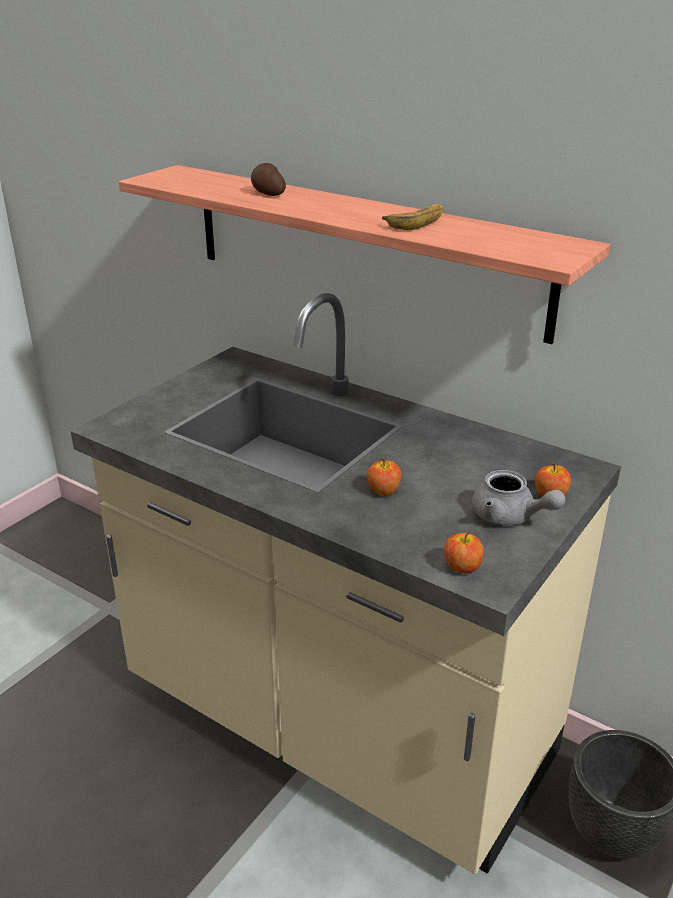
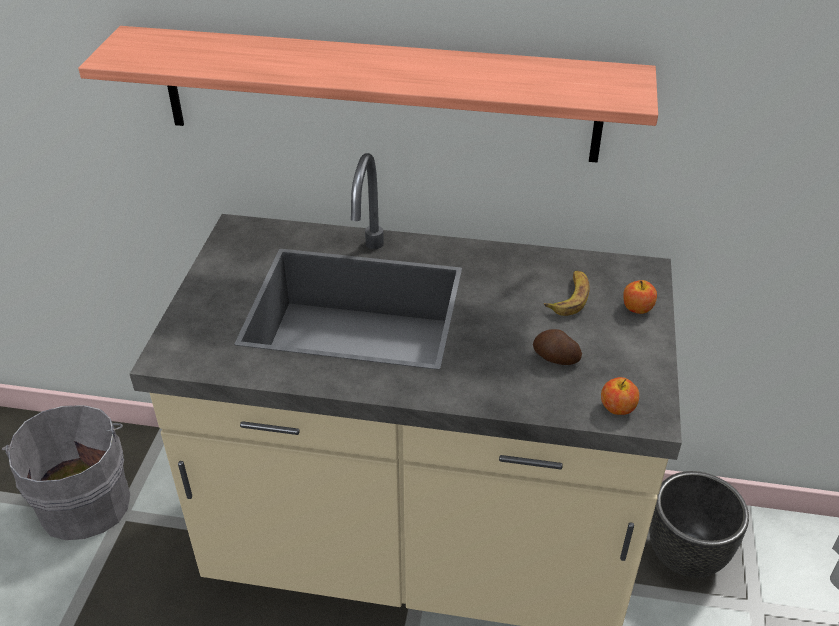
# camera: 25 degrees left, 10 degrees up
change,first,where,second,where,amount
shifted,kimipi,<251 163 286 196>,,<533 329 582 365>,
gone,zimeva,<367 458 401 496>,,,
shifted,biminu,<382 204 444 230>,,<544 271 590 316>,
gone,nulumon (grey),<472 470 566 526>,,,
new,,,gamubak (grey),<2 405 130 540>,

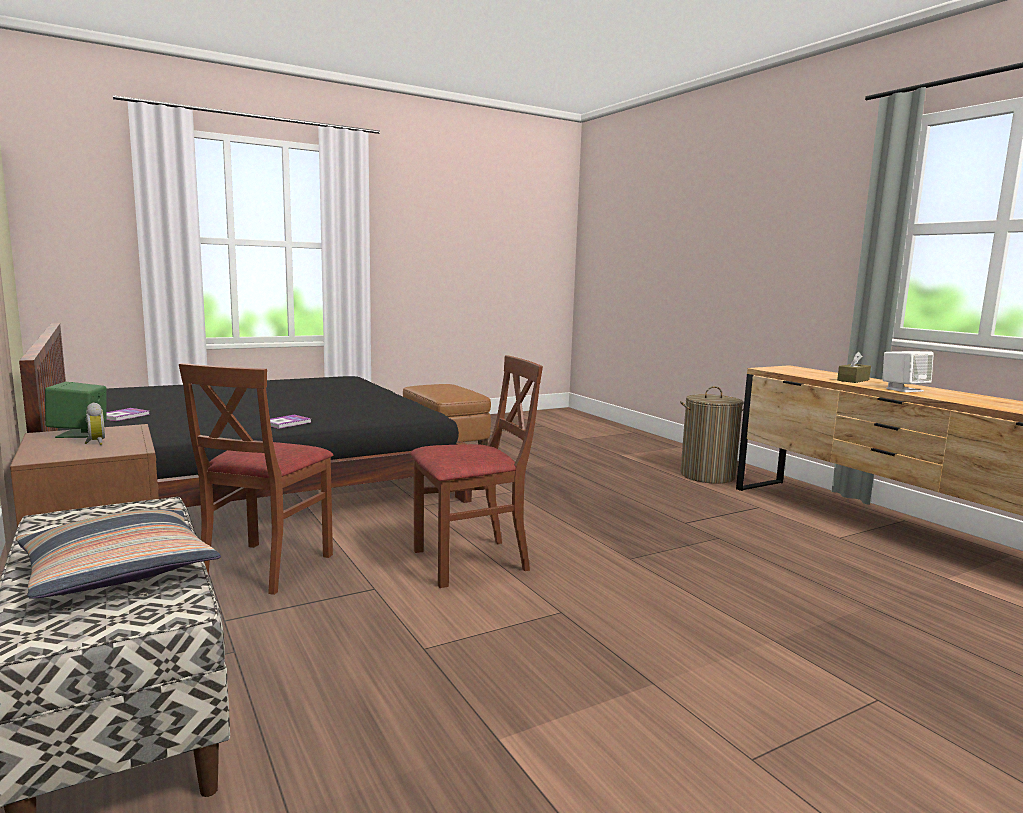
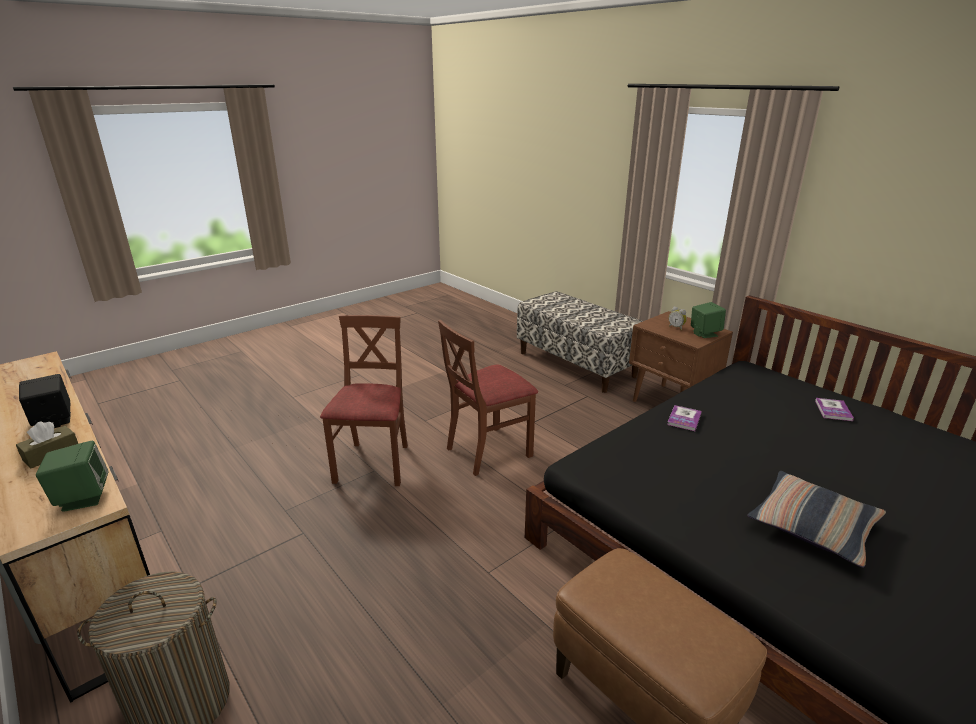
# camera: 170 degrees right, 15 degrees up
change,first,where,second,where,amount
shifted,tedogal,<16 508 221 599>,,<747 471 886 568>,
shifted,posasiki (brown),<179 363 333 595>,,<320 315 408 486>,
repainted,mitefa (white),<882 351 934 392>,mitefa (black),<19 374 71 428>,
new,,,mitefa (green),<36 441 108 512>,

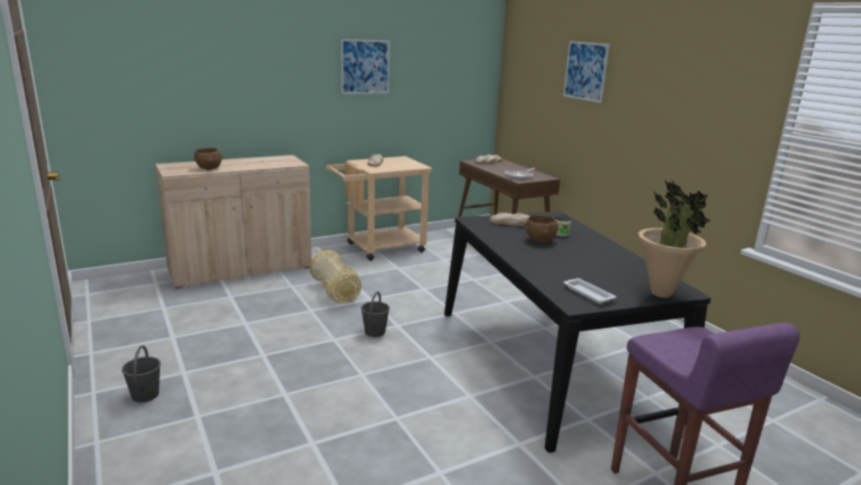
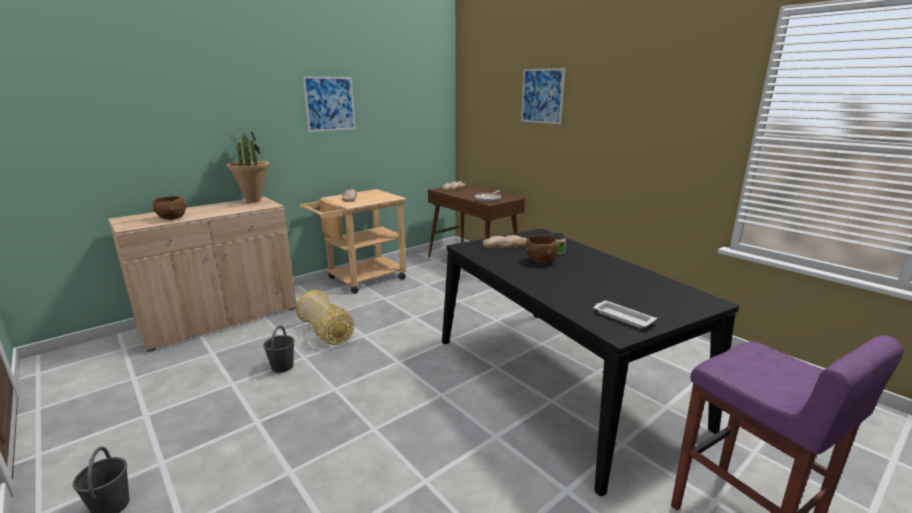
# camera: 10 degrees left, 0 degrees up
change,first,where,second,where,amount
shifted,gamubak (grey),<361 291 390 337>,,<263 325 294 373>,
shifted,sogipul,<638 180 711 298>,,<226 128 270 203>,

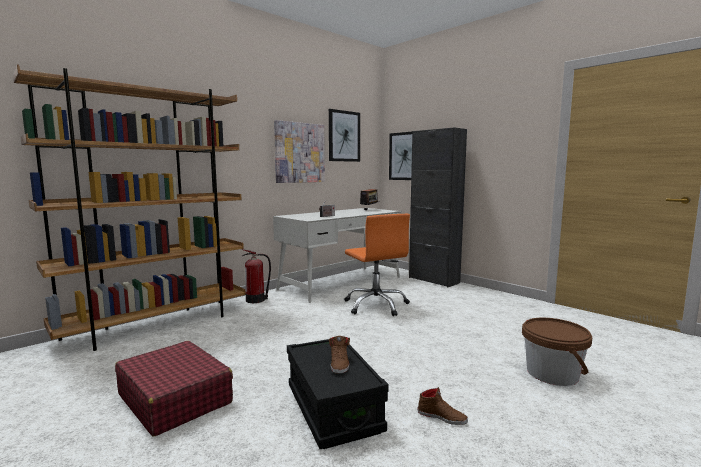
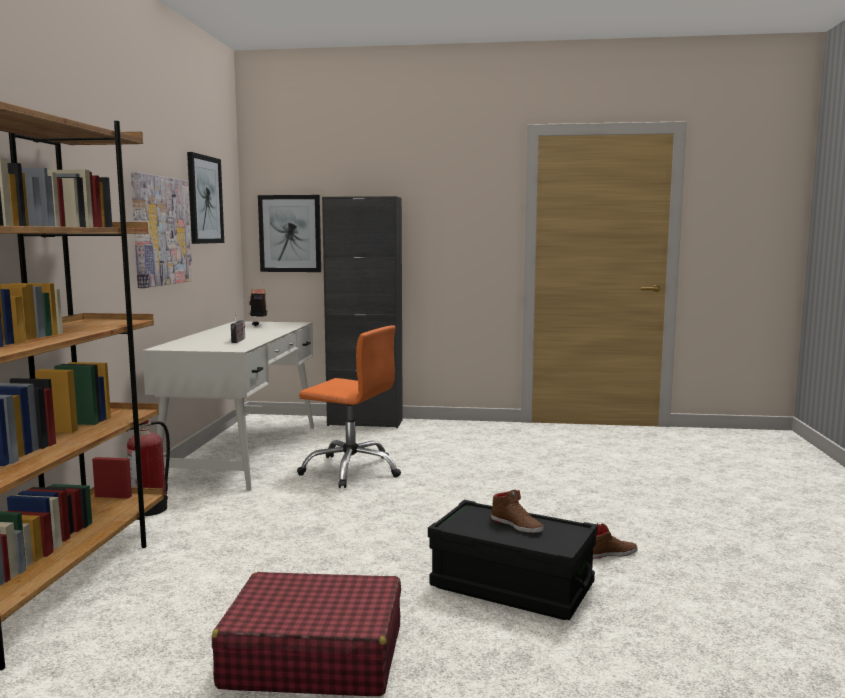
# camera: 40 degrees left, 0 degrees up
change,first,where,second,where,amount
gone,gamubak (brown),<522 318 592 386>,,,

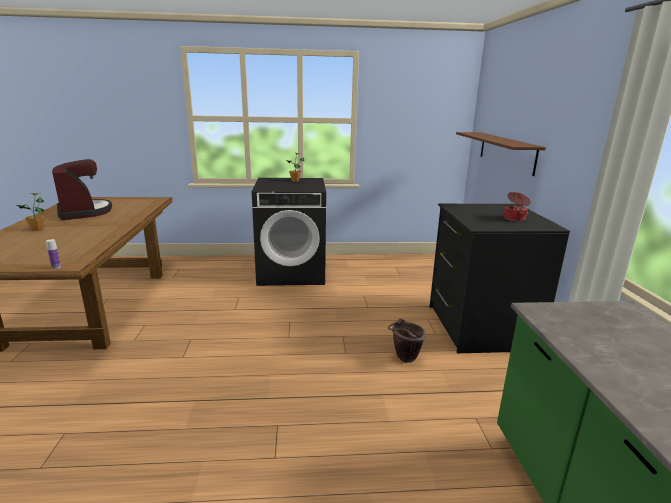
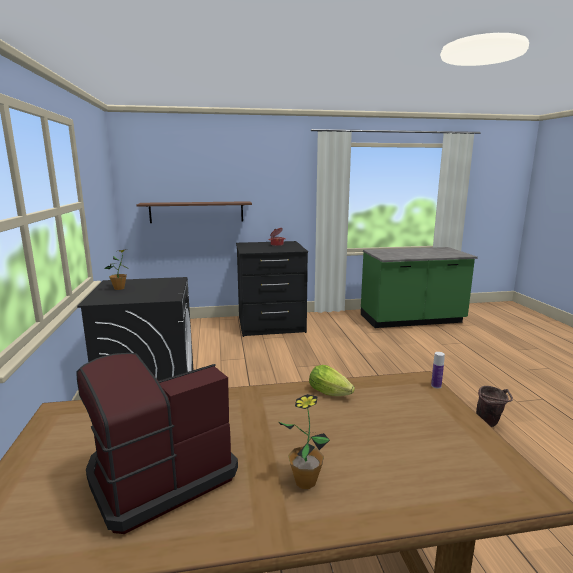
# camera: 95 degrees left, 5 degrees down
change,first,where,second,where,amount
shifted,gamubak (brown),<388 319 425 363>,,<476 386 513 427>,
new,,,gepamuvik,<309 365 355 396>,

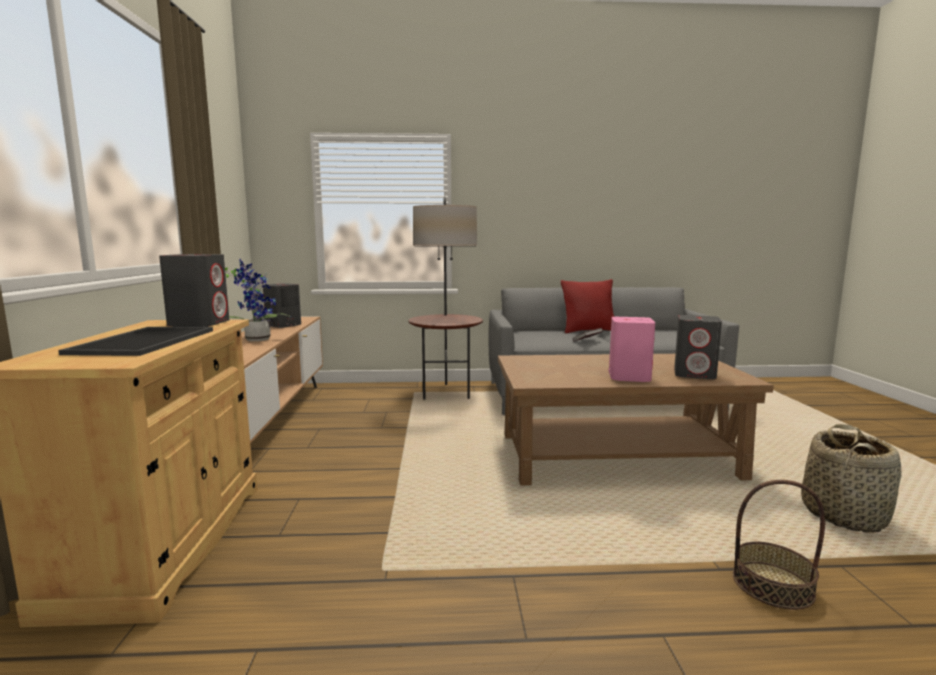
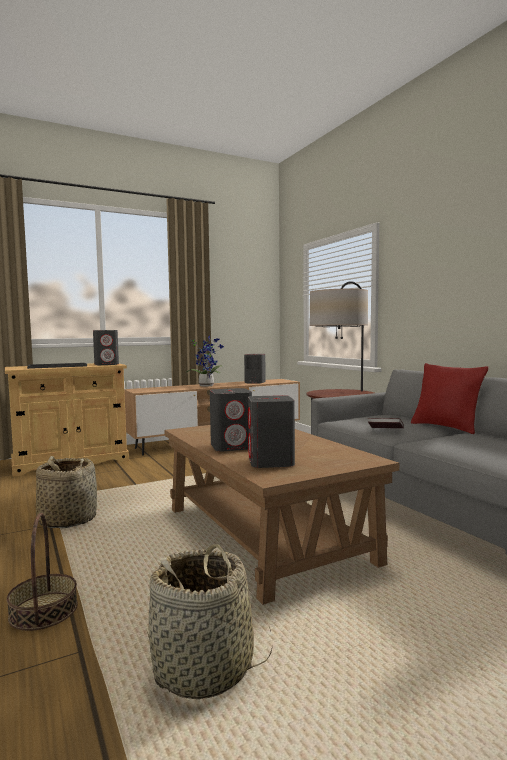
# camera: 65 degrees right, 5 degrees down
change,first,where,second,where,amount
repainted,mitefa (pink),<608 317 655 382>,mitefa (grey),<210 388 252 452>,
new,,,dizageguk,<36 456 97 528>,

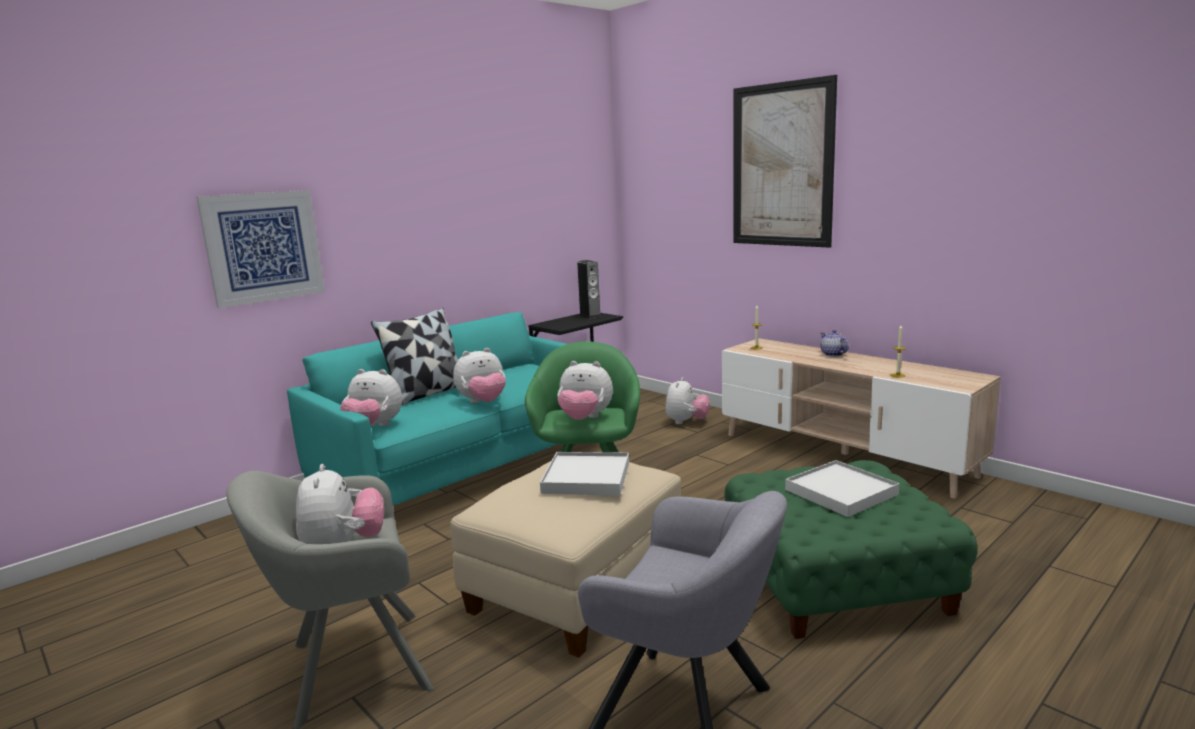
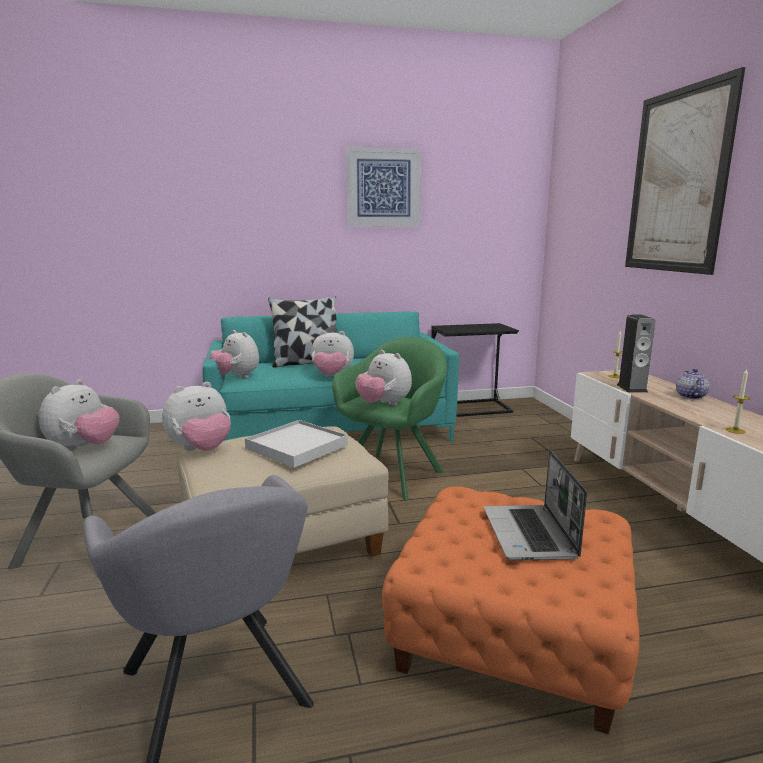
# camera: 30 degrees right, 0 degrees up
change,first,where,second,where,amount
shifted,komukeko,<196 190 325 308>,,<346 146 421 227>,
shifted,mitefa,<577 260 601 318>,,<617 315 655 393>,
shifted,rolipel,<665 377 710 424>,,<162 382 231 451>,
repainted,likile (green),<724 460 978 639>,likile (orange),<382 486 639 734>,
swapped,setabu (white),<785 460 900 517>,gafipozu,<484 450 587 560>,

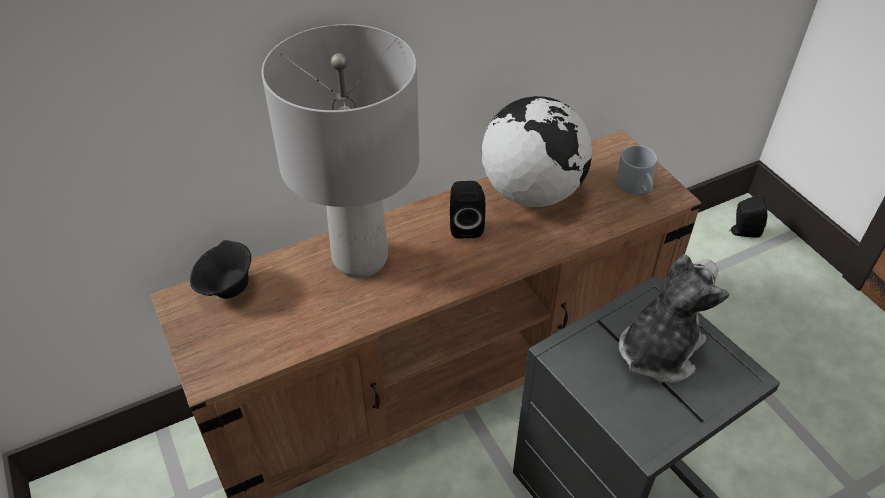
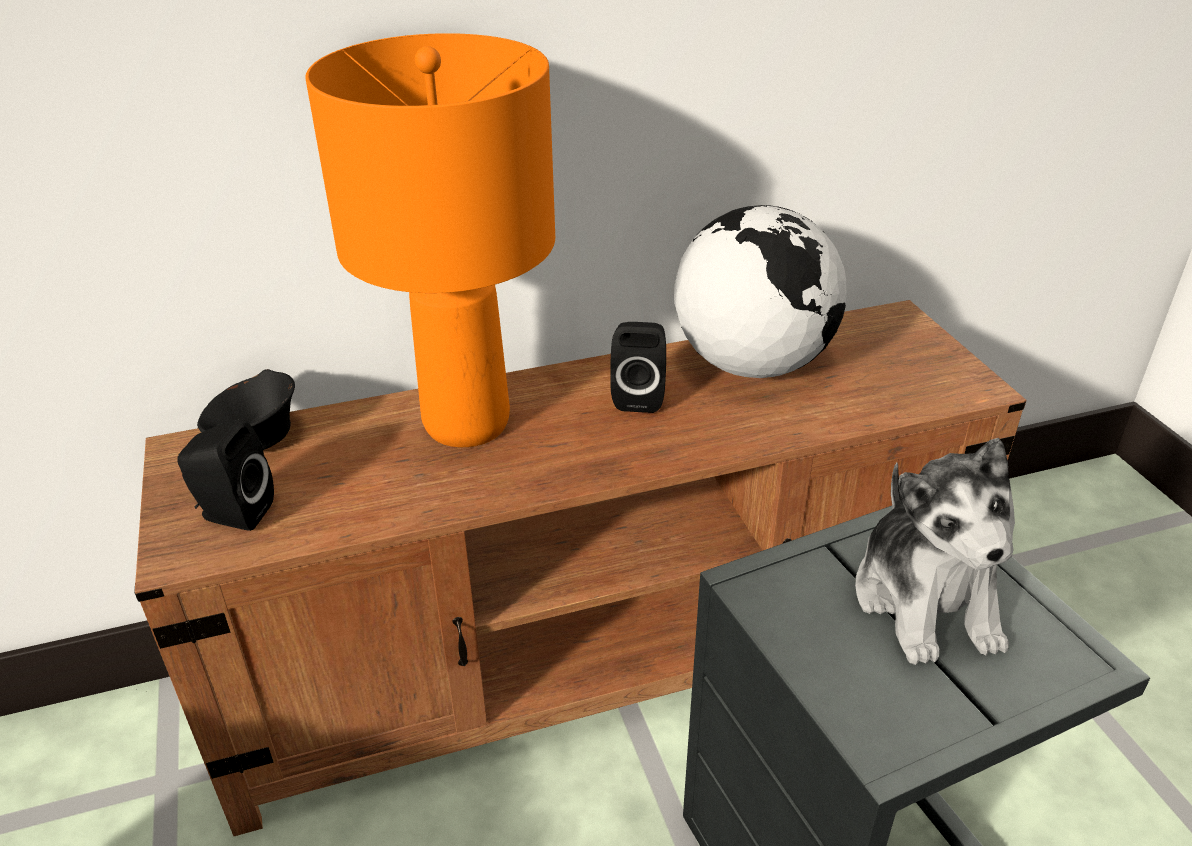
# camera: 10 degrees right, 10 degrees down
change,first,where,second,where,amount
repainted,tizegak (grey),<262 24 419 278>,tizegak (orange),<305 33 555 447>,
gone,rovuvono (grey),<616 145 658 194>,,,
rotated,rolipel,<619 254 729 383>,,<855 438 1015 665>,120 degrees clockwise
shifted,mitefa (black),<730 195 767 238>,,<177 420 274 531>,

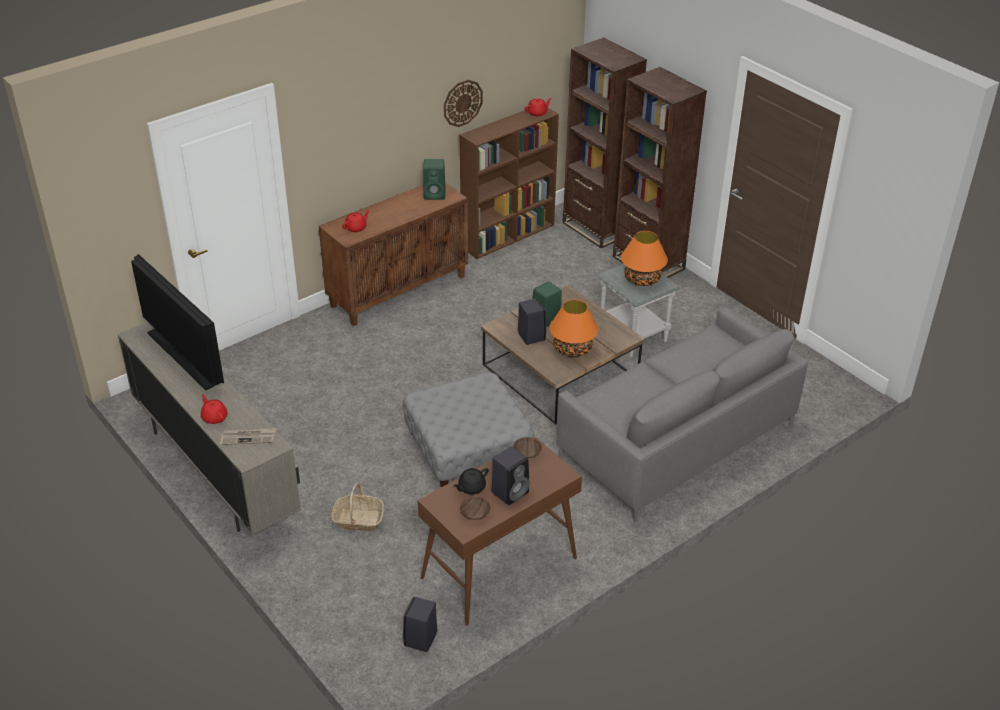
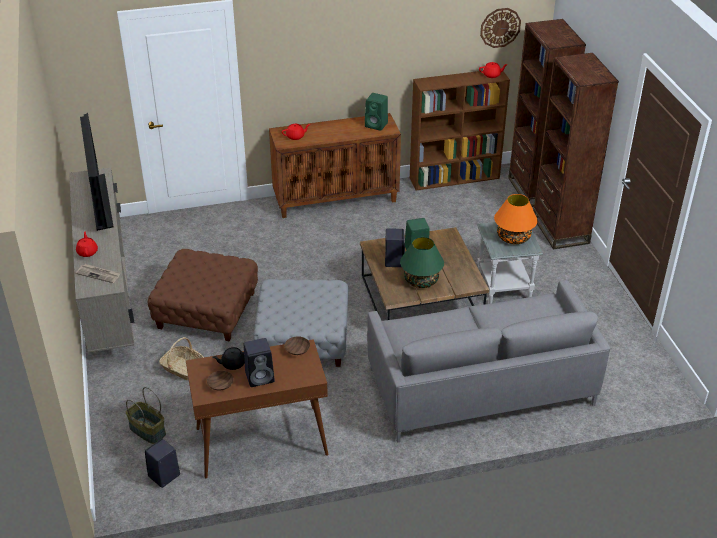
# camera: 25 degrees right, 0 degrees up
change,first,where,second,where,amount
shifted,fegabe,<444 80 483 127>,,<480 8 521 48>,
repainted,tizegak (orange),<549 300 598 357>,tizegak (green),<400 237 444 288>,
new,,,dizageguk,<126 387 166 444>,
new,,,likile (brown),<148 249 258 342>,

